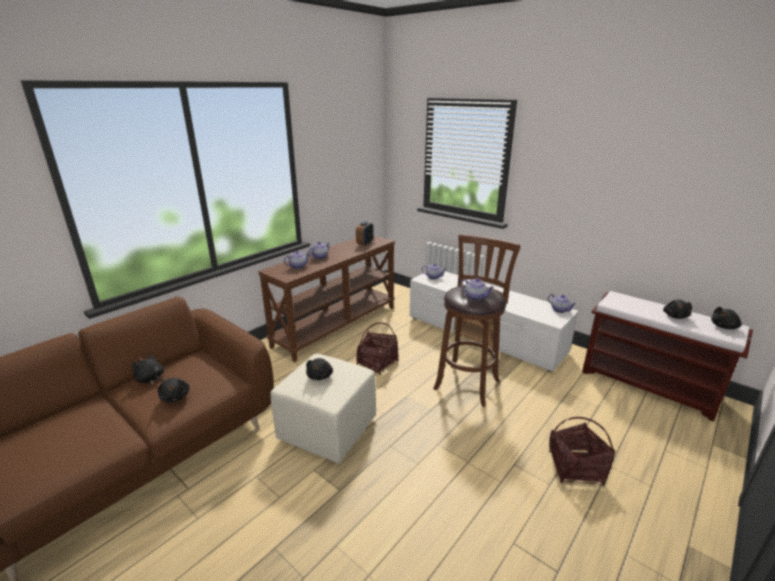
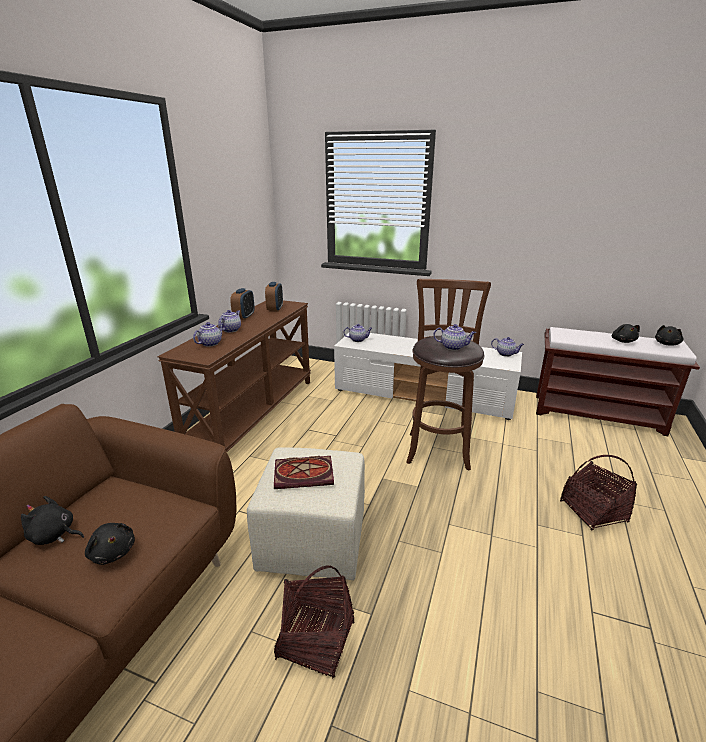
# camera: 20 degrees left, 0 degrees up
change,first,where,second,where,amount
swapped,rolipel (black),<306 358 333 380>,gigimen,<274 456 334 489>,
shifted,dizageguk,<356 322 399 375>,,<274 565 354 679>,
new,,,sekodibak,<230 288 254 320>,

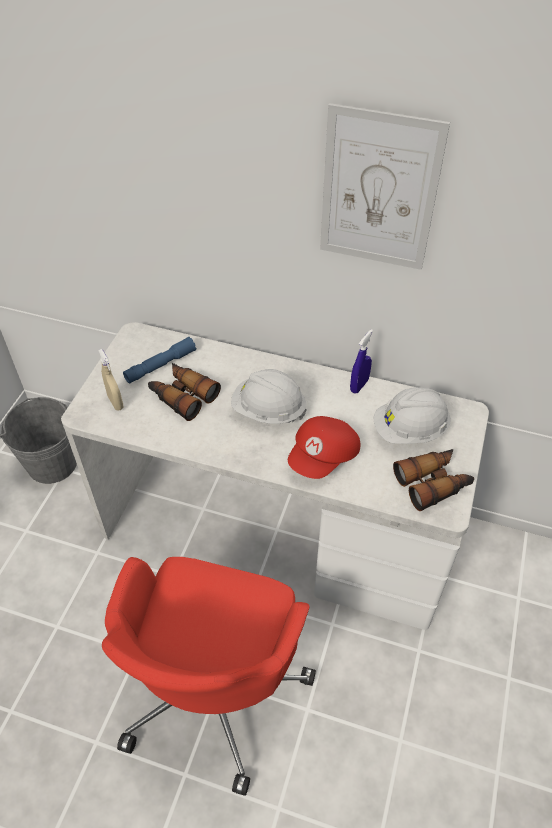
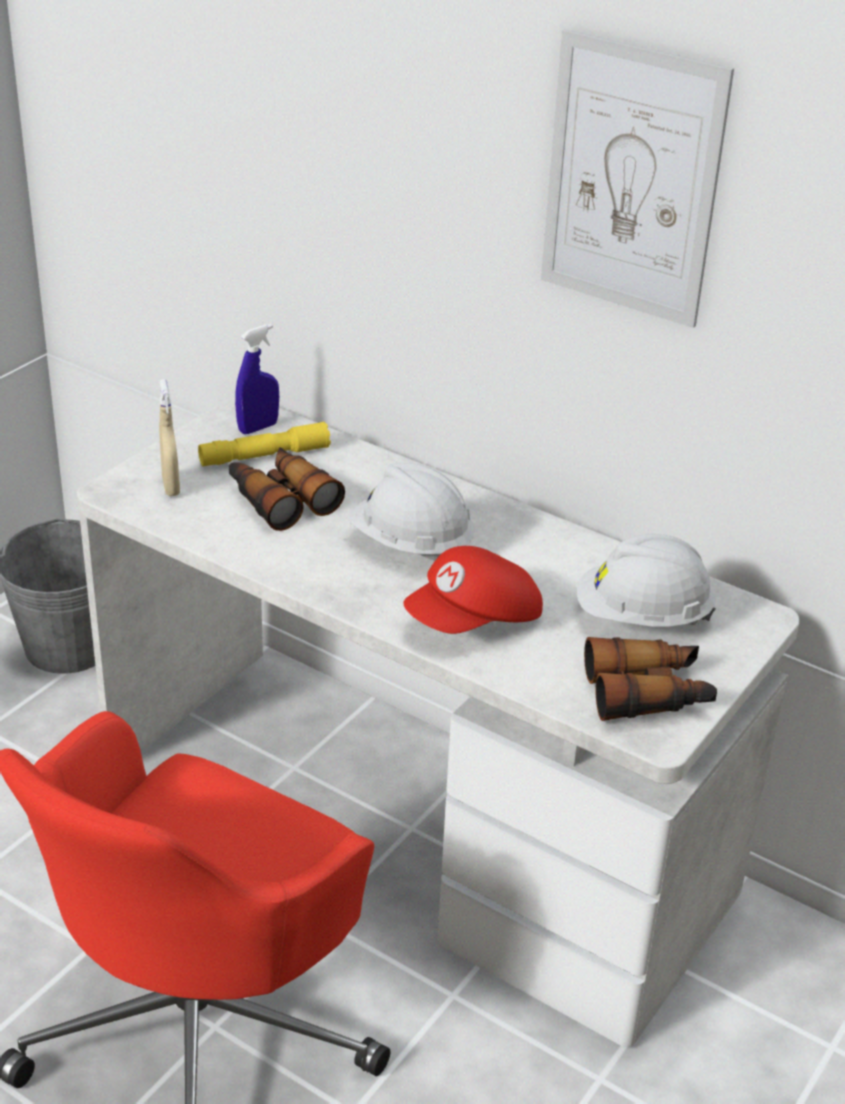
# camera: 15 degrees right, 15 degrees down
change,first,where,second,where,amount
repainted,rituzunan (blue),<123 337 196 383>,rituzunan (yellow),<198 422 331 467>,
shifted,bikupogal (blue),<350 329 373 393>,,<235 324 279 434>,

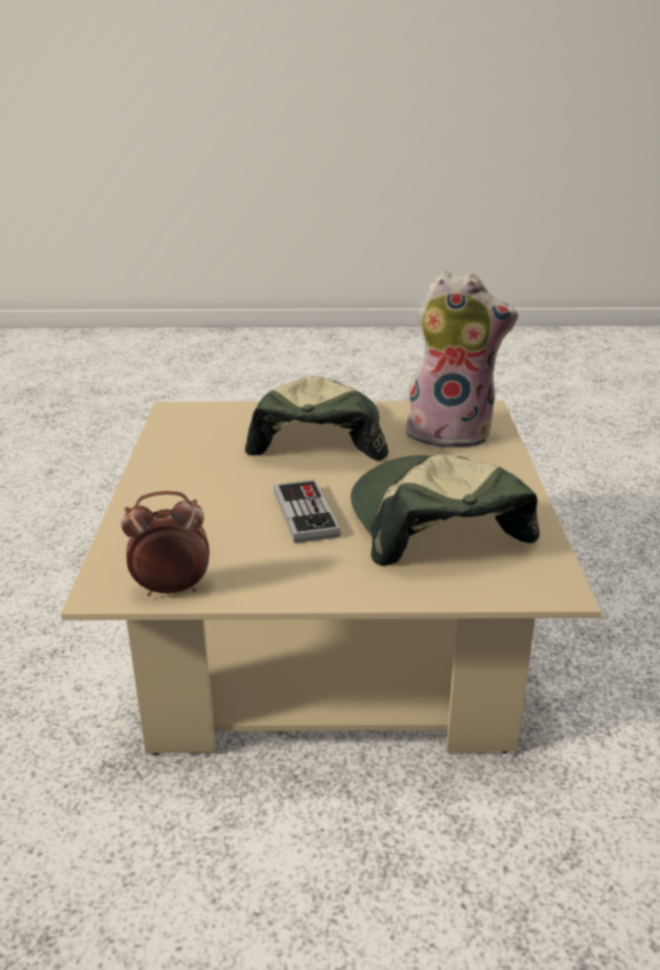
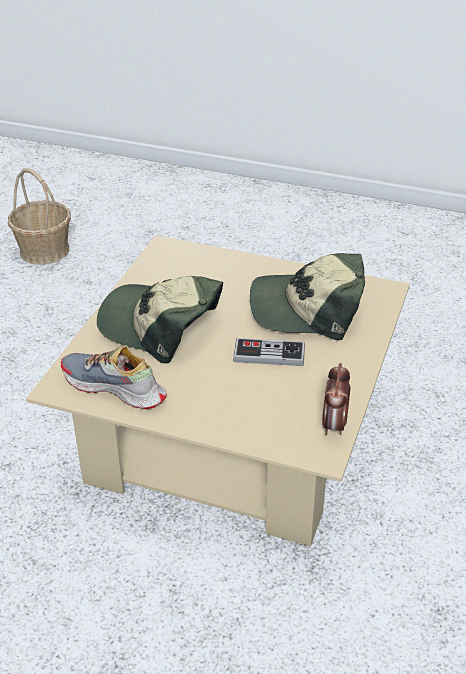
# camera: 70 degrees left, 10 degrees up
change,first,where,second,where,amount
gone,rolipel,<406 271 518 448>,,,
new,,,dizageguk,<8 168 71 265>,
new,,,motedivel,<61 346 167 409>,

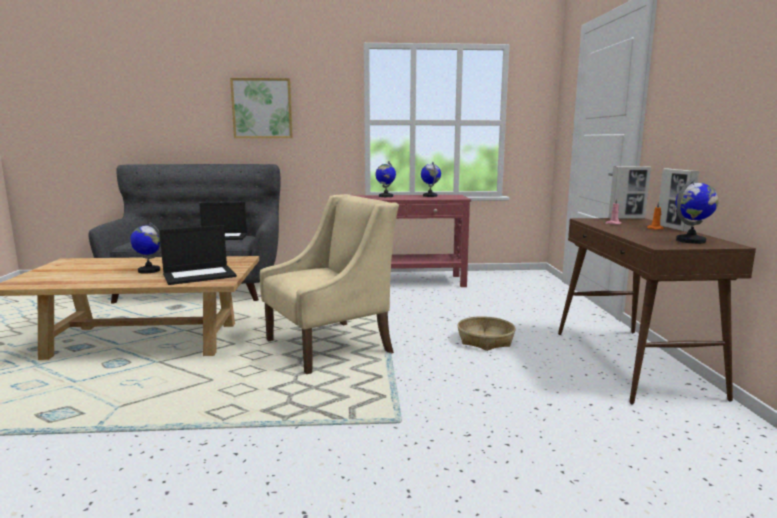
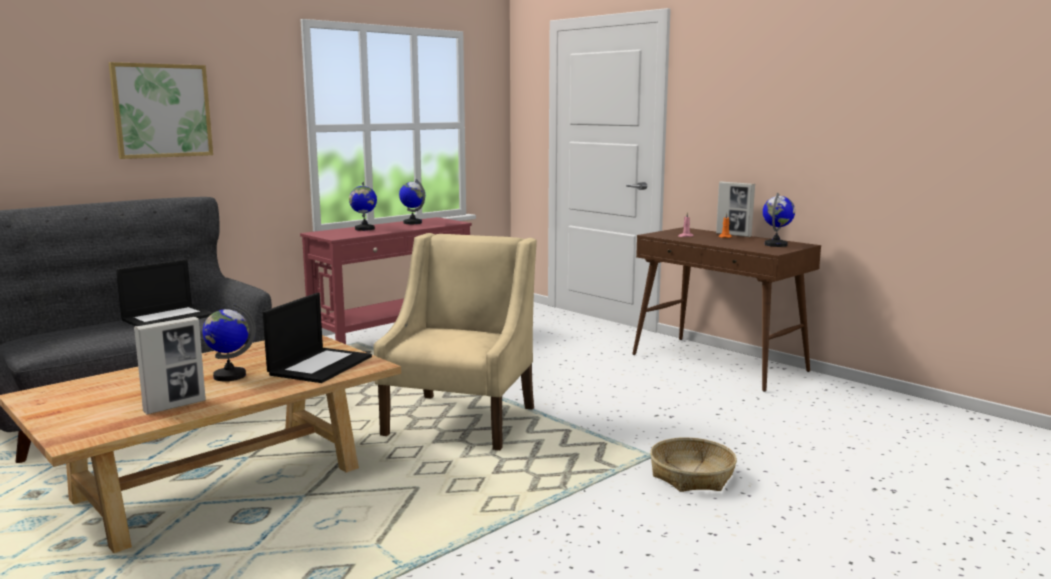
# camera: 40 degrees left, 0 degrees up
change,first,where,second,where,amount
shifted,dizageguk,<457 316 515 351>,,<650 437 737 492>,
shifted,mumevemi,<608 166 651 219>,,<134 317 206 414>,

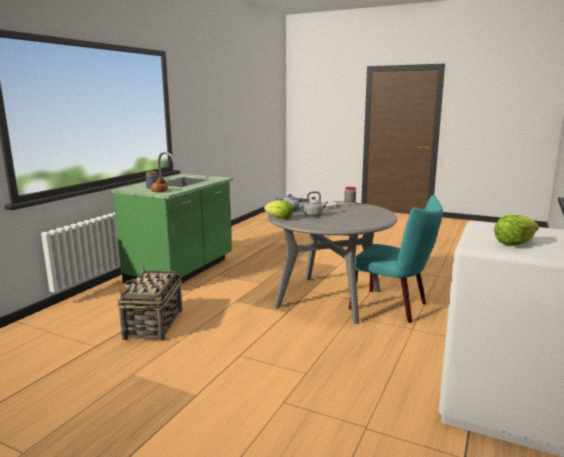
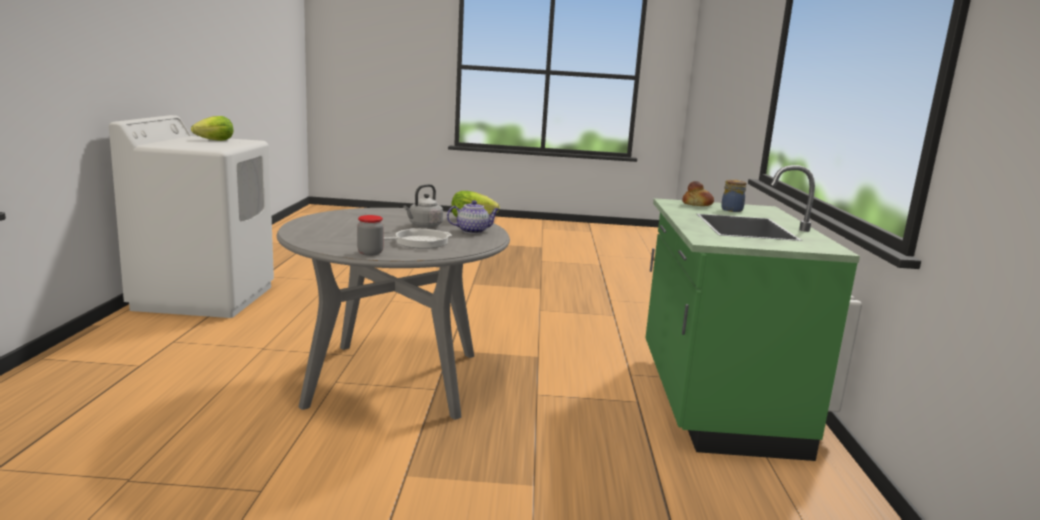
# camera: 155 degrees right, 0 degrees up
change,first,where,second,where,amount
gone,dizageguk,<117 267 182 341>,,,
gone,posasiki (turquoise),<349 195 443 323>,,,

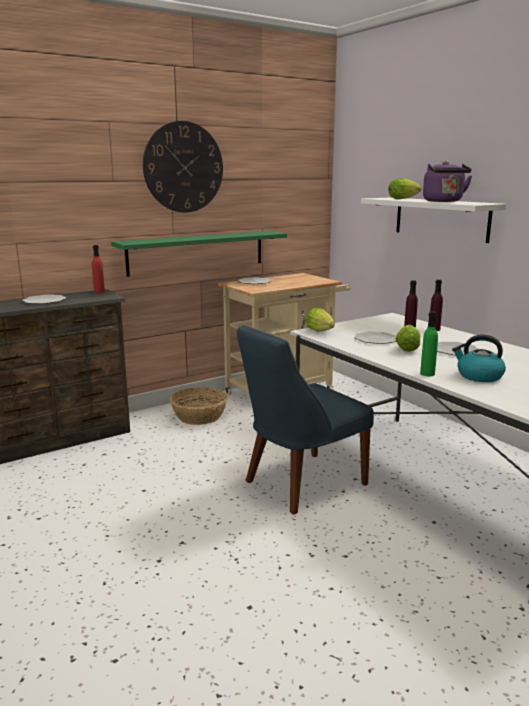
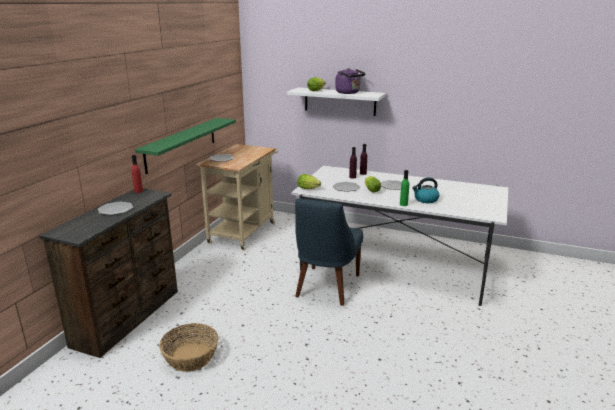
# camera: 35 degrees left, 5 degrees up
change,first,where,second,where,amount
gone,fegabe,<143 121 223 213>,,,
shifted,dizageguk,<170 387 227 425>,,<159 323 218 372>,

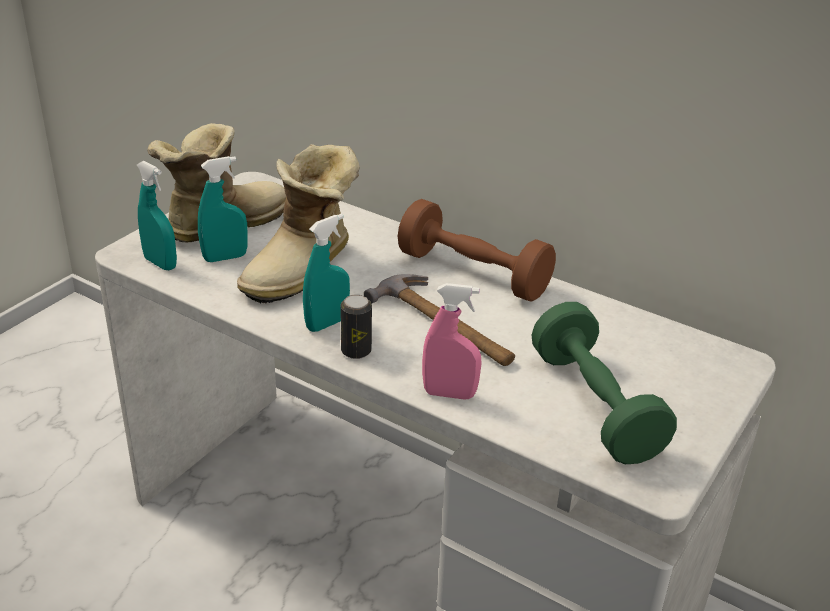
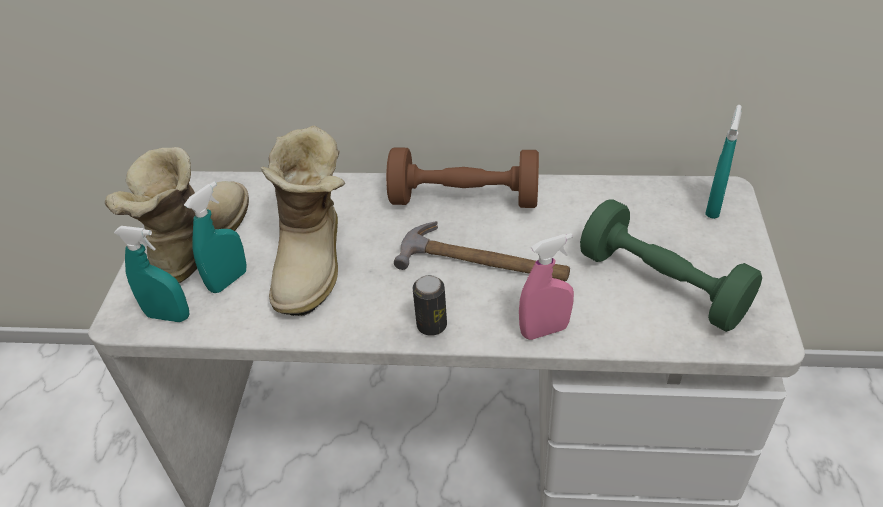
# camera: 25 degrees left, 10 degrees up
change,first,where,second,where,amount
shifted,bikupogal (turquoise),<303 214 350 332>,,<705 105 742 219>,

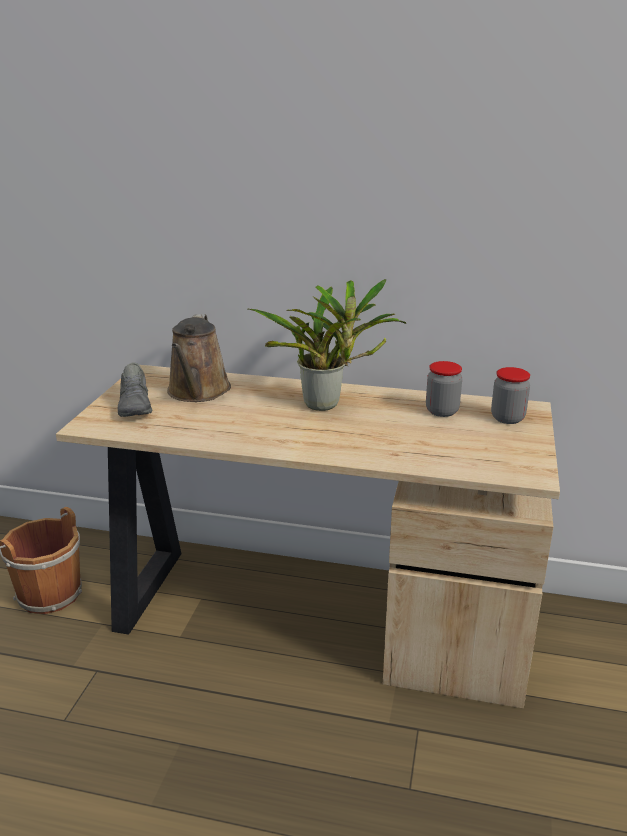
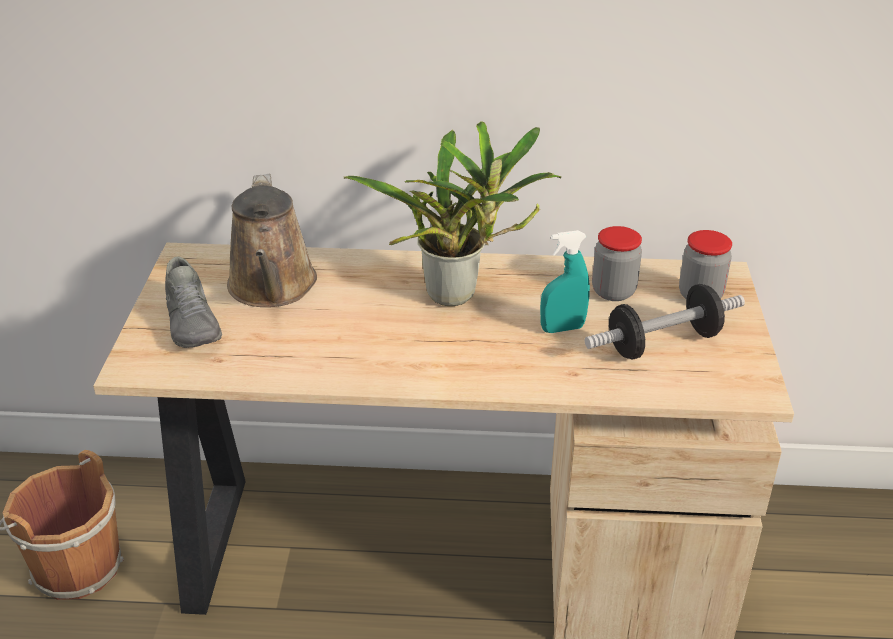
# camera: 10 degrees left, 10 degrees up
change,first,where,second,where,amount
new,,,bikupogal (turquoise),<540 230 590 333>,
new,,,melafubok,<585 284 745 360>,

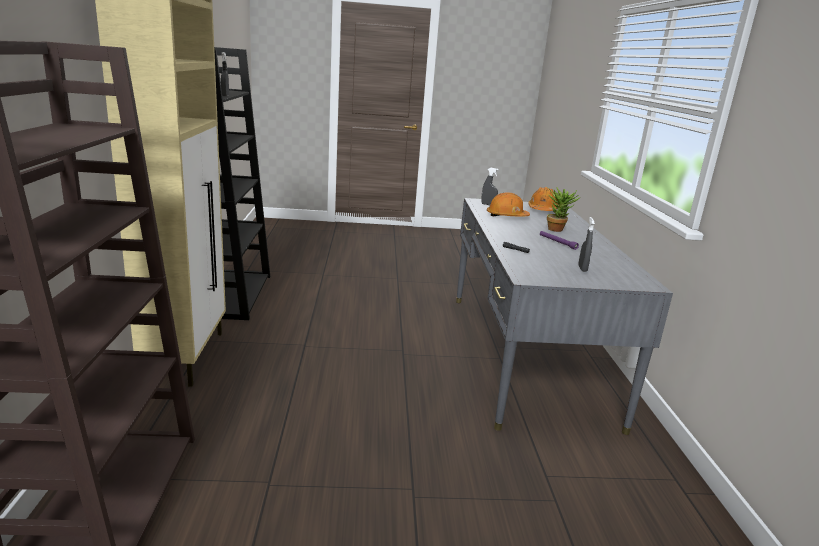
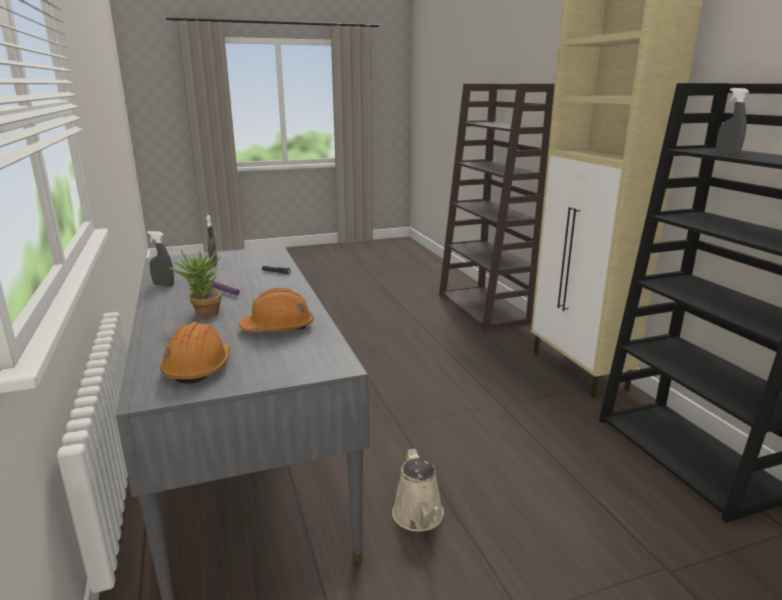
# camera: 165 degrees right, 0 degrees up
change,first,where,second,where,amount
shifted,bikupogal (grey),<481 168 499 205>,,<147 231 174 287>,
new,,,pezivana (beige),<392 449 444 532>,

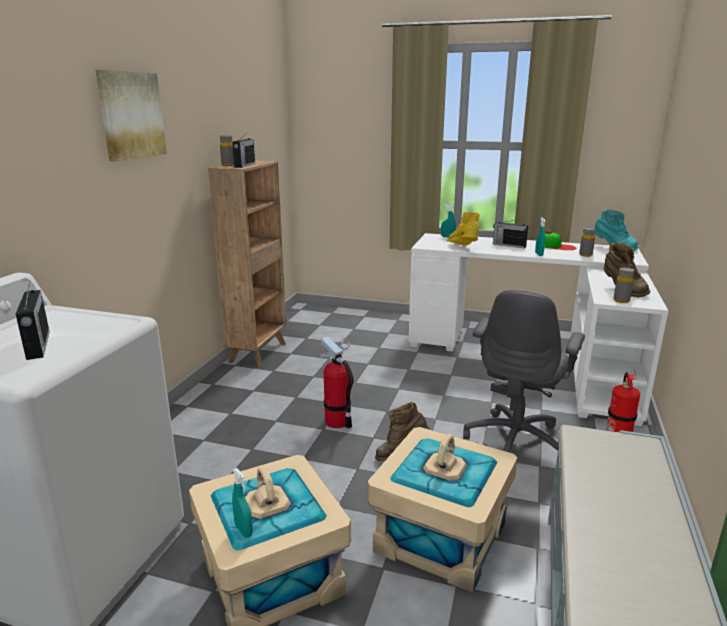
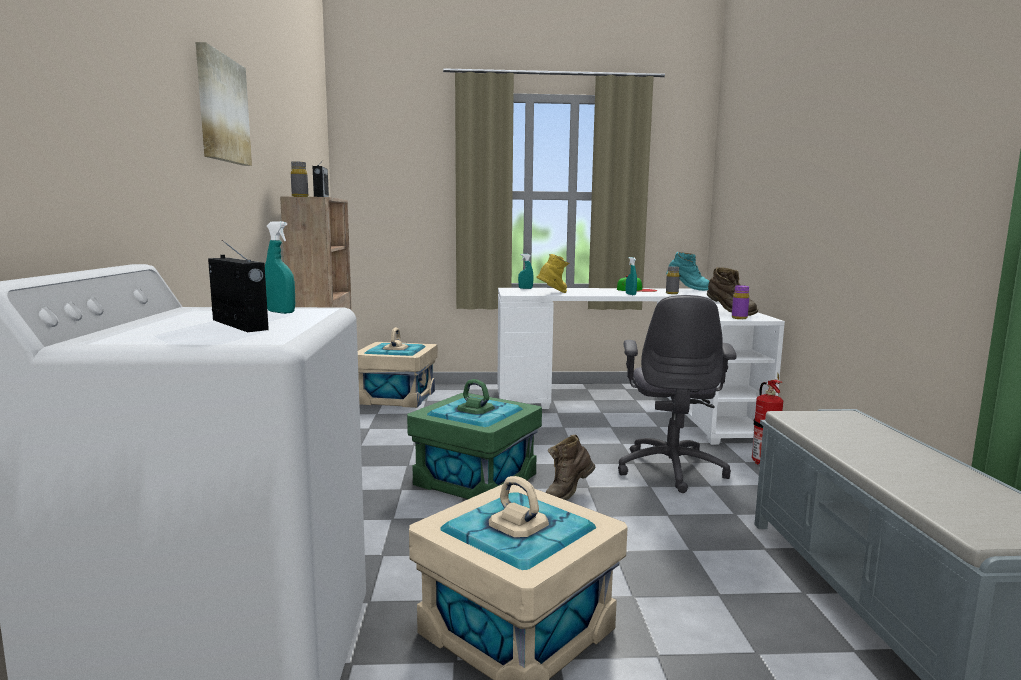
# camera: 20 degrees left, 10 degrees down
change,first,where,second,where,amount
shifted,bikupogal (turquoise),<232 468 253 538>,,<265 221 295 314>,
swapped,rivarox,<320 337 354 428>,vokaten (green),<407 379 542 499>,
shifted,vokaten (beige),<368 427 517 593>,,<358 327 437 408>,
rotated,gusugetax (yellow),<447 212 480 245>,,<536 254 570 293>,75 degrees clockwise
gone,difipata,<493 219 528 248>,,,
repainted,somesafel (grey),<613 267 634 303>,somesafel (purple),<732 285 749 319>,

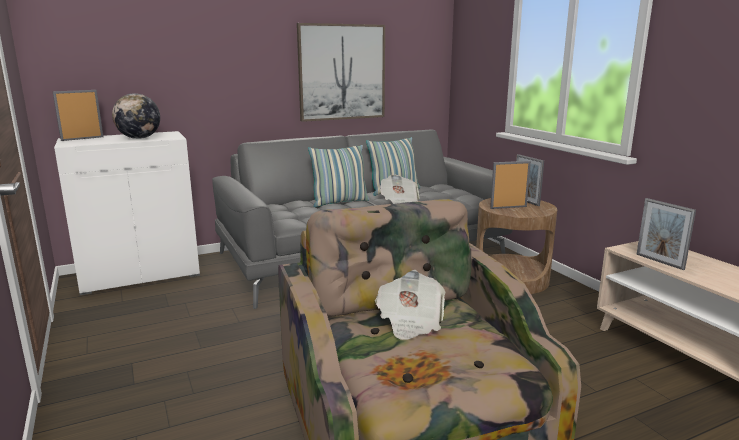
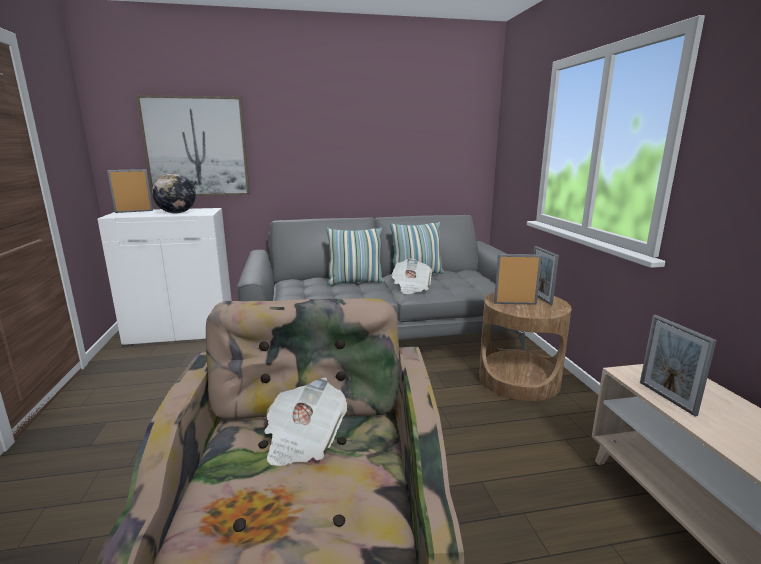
# camera: 15 degrees right, 0 degrees up
change,first,where,second,where,amount
shifted,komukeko,<297 23 385 122>,,<136 95 250 197>,

